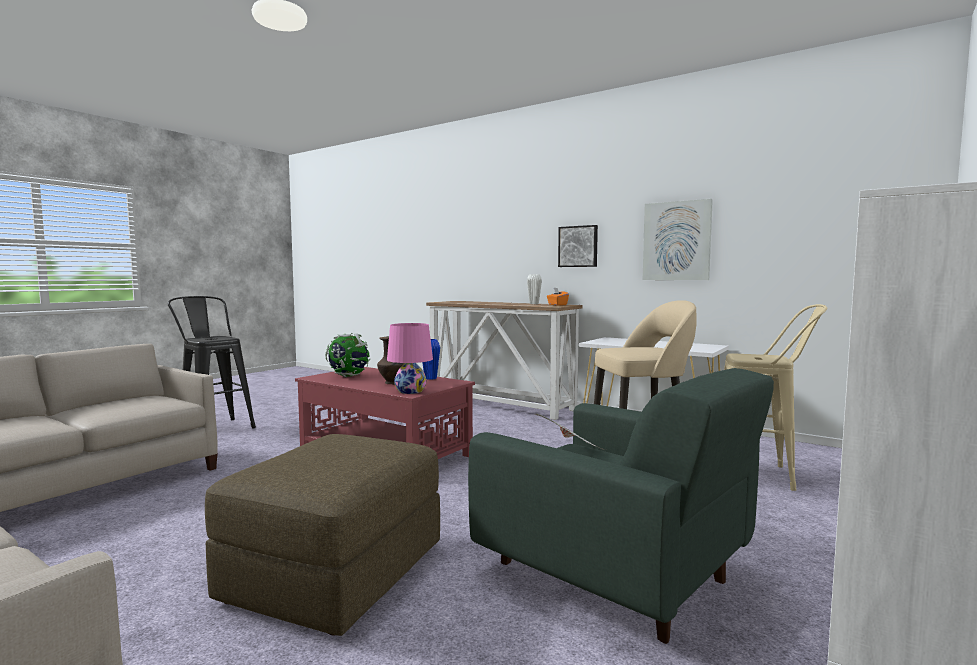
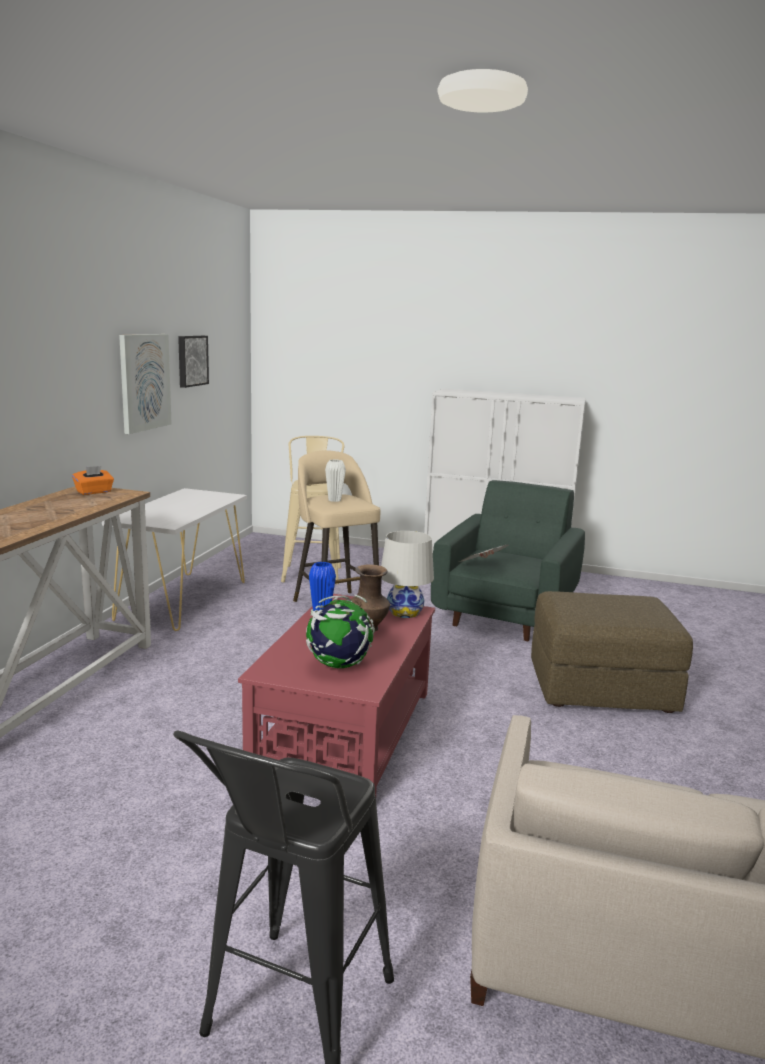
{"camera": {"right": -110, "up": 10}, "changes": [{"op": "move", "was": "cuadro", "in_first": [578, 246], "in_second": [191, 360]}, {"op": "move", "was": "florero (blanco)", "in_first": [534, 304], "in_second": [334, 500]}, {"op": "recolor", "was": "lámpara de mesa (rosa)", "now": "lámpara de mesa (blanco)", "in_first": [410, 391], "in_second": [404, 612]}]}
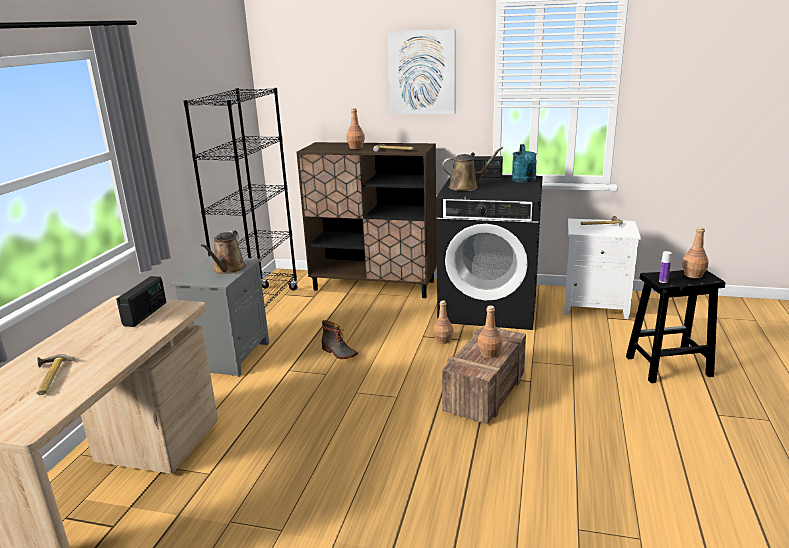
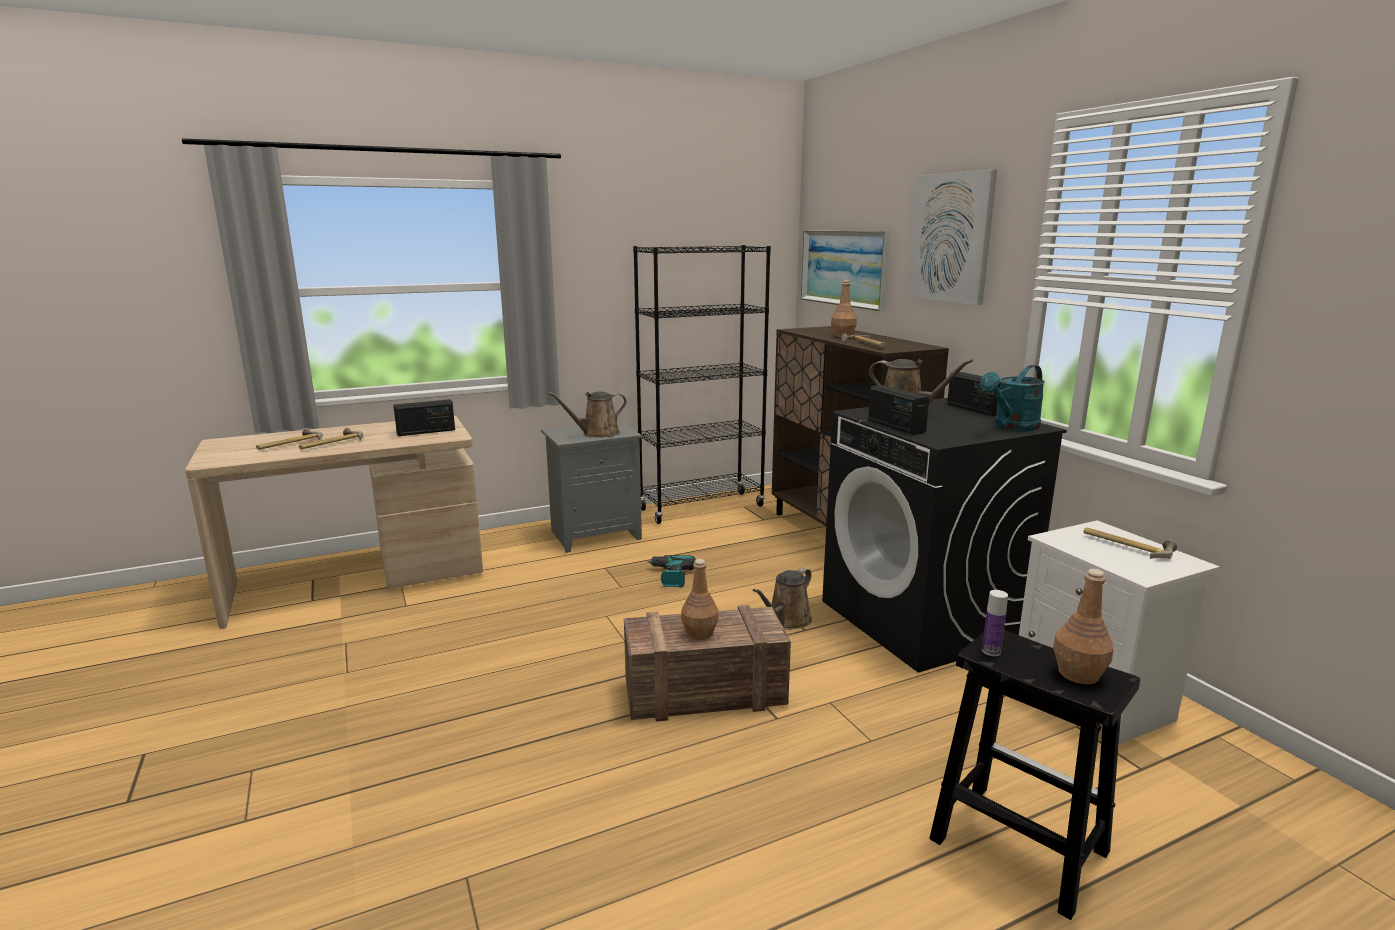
{"camera": {"right": 50, "up": -5}, "changes": [{"op": "insert", "now": "martillo", "in_second": [331, 444]}, {"op": "replace", "was": "bota", "now": "taladro", "in_first": [339, 353], "in_second": [670, 576]}, {"op": "replace", "was": "botella (marrón)", "now": "regadera (marrón)", "in_first": [443, 340], "in_second": [786, 621]}, {"op": "insert", "now": "cuadro", "in_second": [844, 268]}, {"op": "insert", "now": "radio", "in_second": [895, 426]}]}
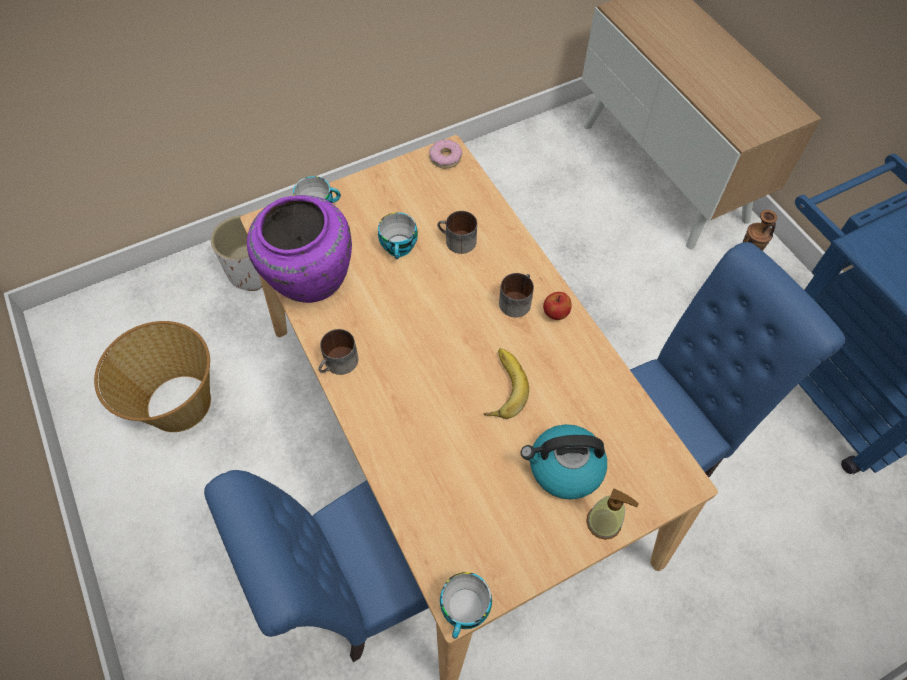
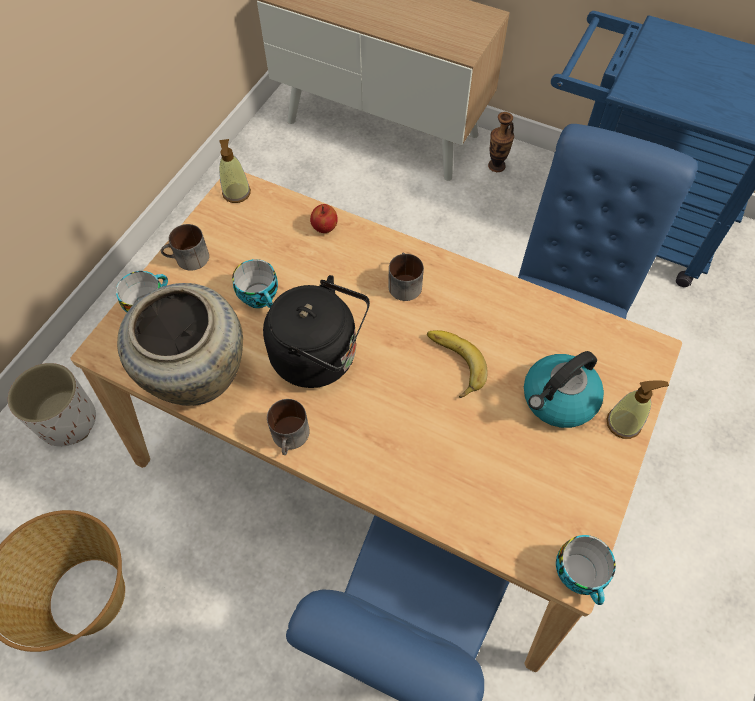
{"camera": {"right": -35, "up": 0}, "changes": [{"op": "recolor", "was": "florero (morado)", "now": "florero (beis)", "in_first": [309, 281], "in_second": [197, 378]}, {"op": "move", "was": "taza grande", "in_first": [456, 241], "in_second": [188, 259]}, {"op": "replace", "was": "rosquilla", "now": "dispensador de jabón", "in_first": [445, 158], "in_second": [236, 193]}, {"op": "insert", "now": "hervidor (negro)", "in_second": [320, 357]}, {"op": "move", "was": "manzana", "in_first": [555, 313], "in_second": [324, 228]}]}
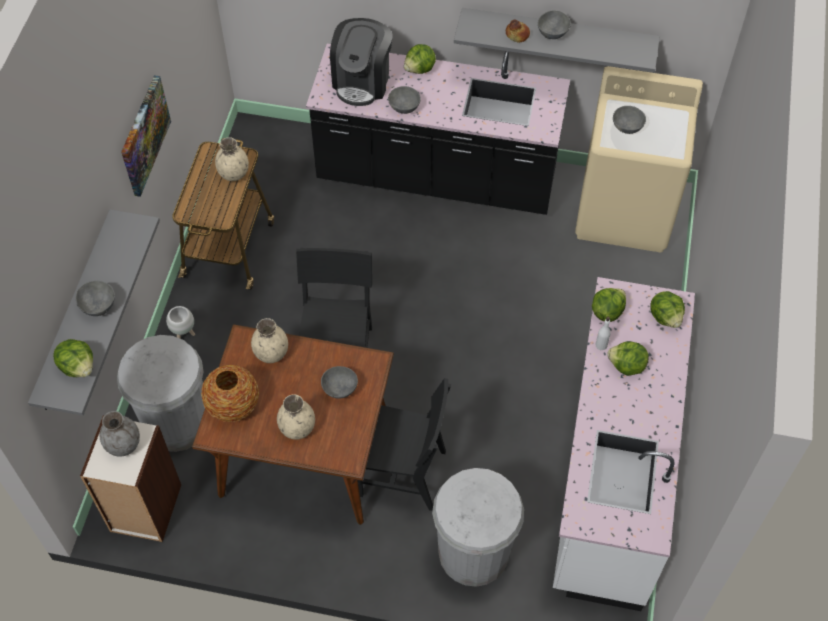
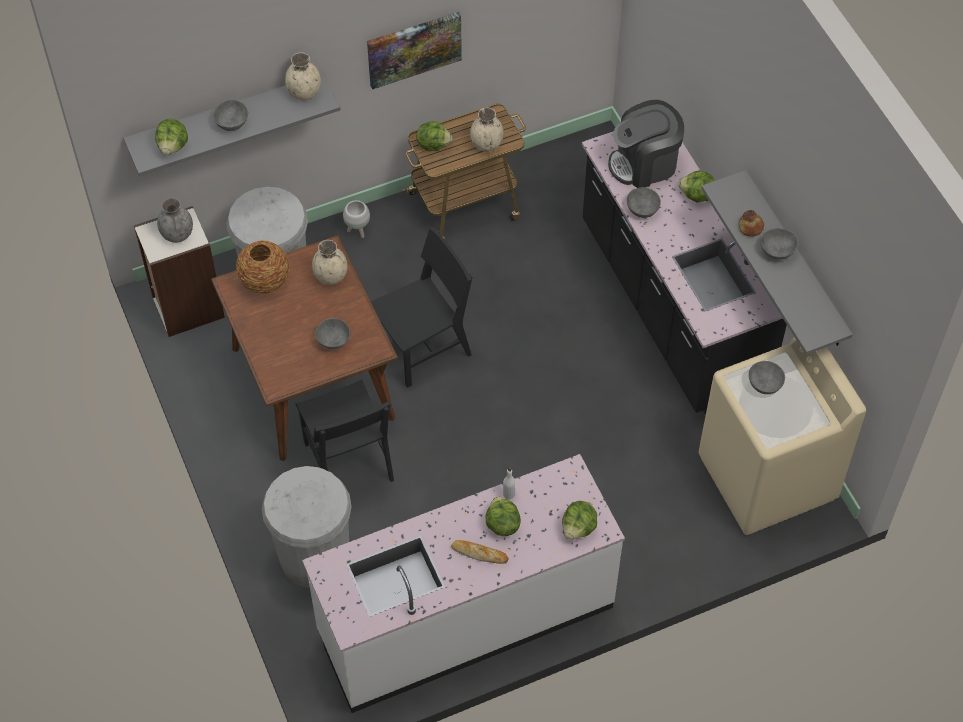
{"camera": {"right": 55, "up": 0}, "changes": [{"op": "move", "was": "florero (beis)", "in_first": [297, 428], "in_second": [304, 92]}, {"op": "move", "was": "lechuga", "in_first": [607, 311], "in_second": [433, 144]}, {"op": "insert", "now": "pan", "in_second": [479, 553]}]}
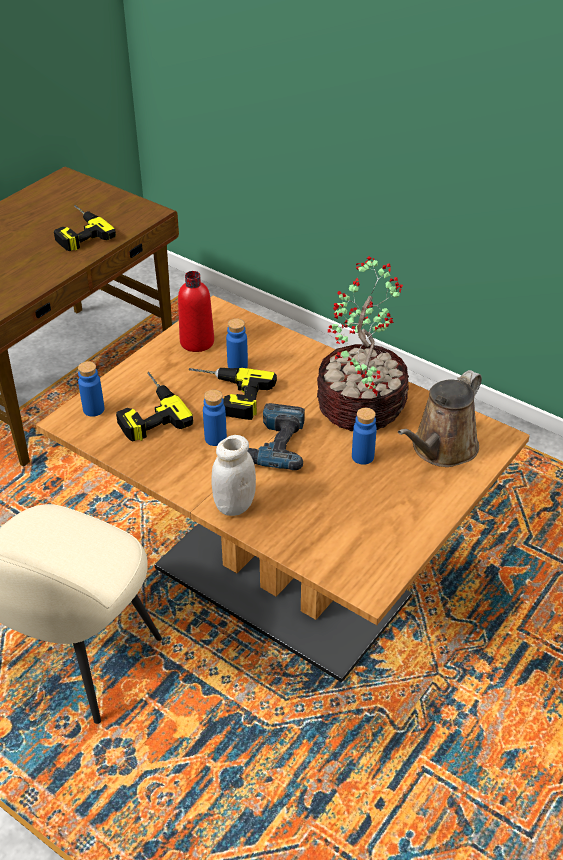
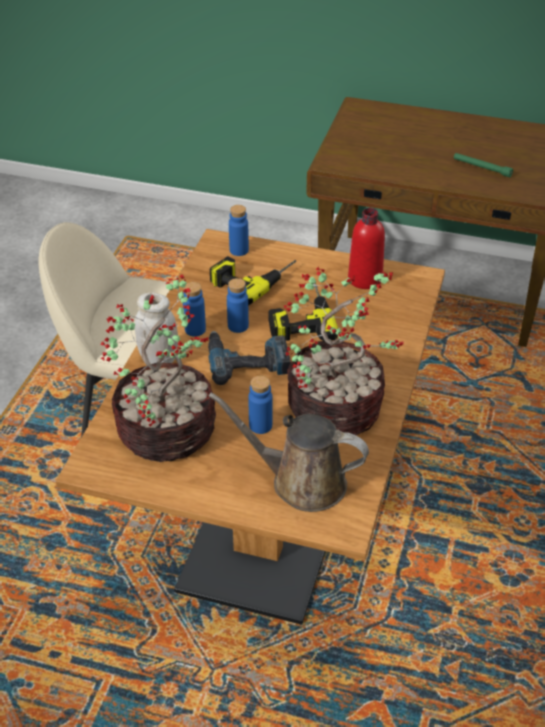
{"camera": {"right": 70, "up": 0}, "changes": [{"op": "insert", "now": "planta en maceta", "in_second": [168, 429]}, {"op": "move", "was": "botella (azul)", "in_first": [237, 365], "in_second": [195, 329]}, {"op": "replace", "was": "taladro", "now": "linterna (verde)", "in_first": [77, 232], "in_second": [482, 168]}]}
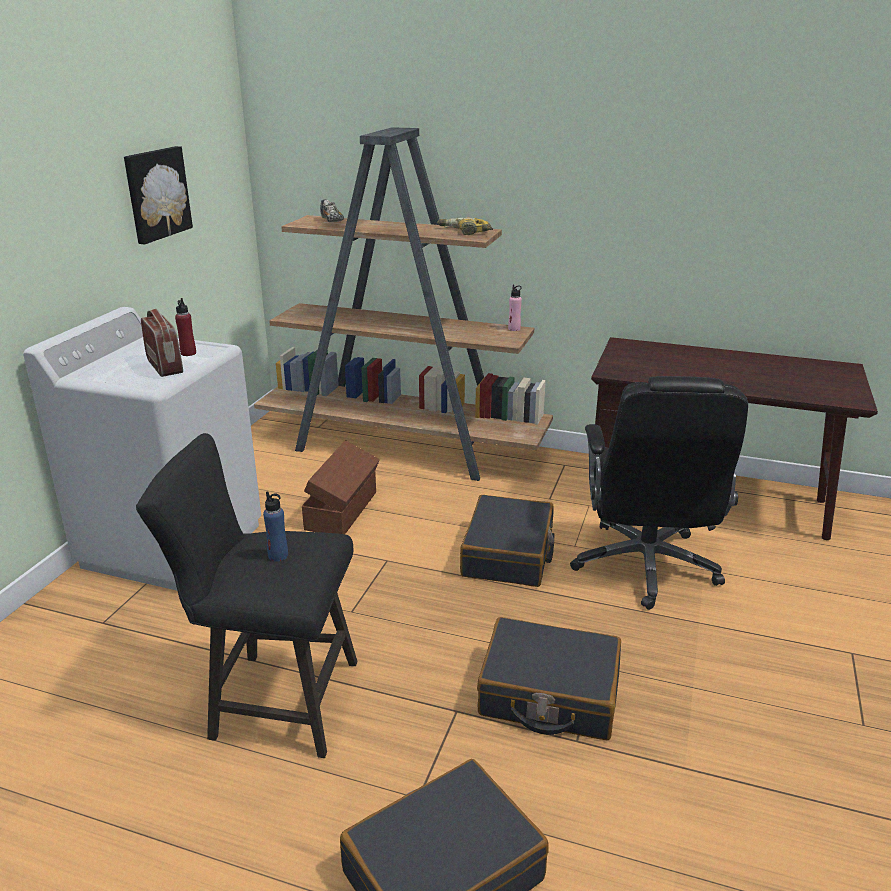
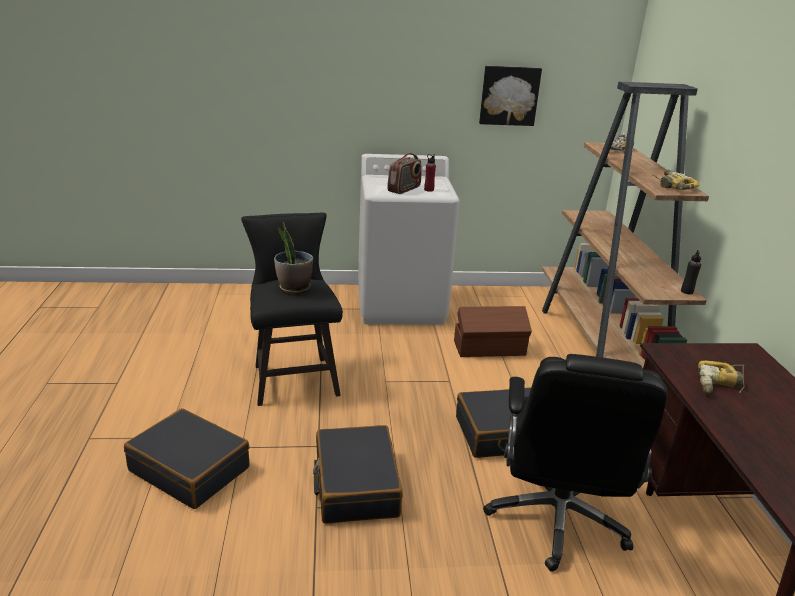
{"camera": {"right": 65, "up": 0}, "changes": [{"op": "replace", "was": "botella (azul)", "now": "planta en maceta", "in_first": [278, 556], "in_second": [294, 288]}, {"op": "rotate", "was": "silla de oficina (negro)", "in_first": [645, 566], "in_second": [557, 518], "clockwise": -60}, {"op": "recolor", "was": "botella (rosa)", "now": "botella (negro)", "in_first": [514, 329], "in_second": [687, 291]}, {"op": "insert", "now": "taladro", "in_second": [720, 384]}]}
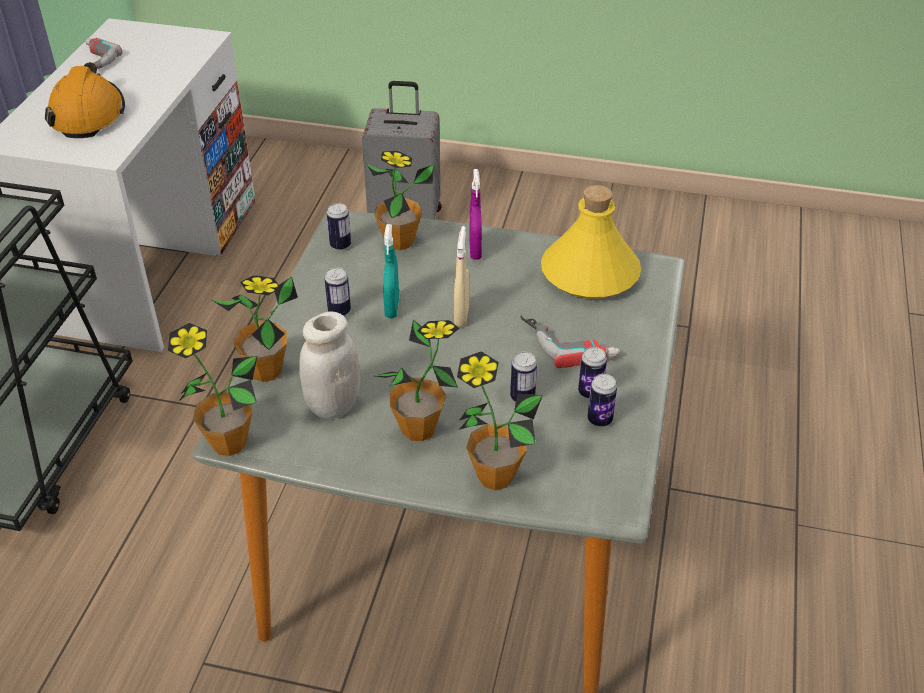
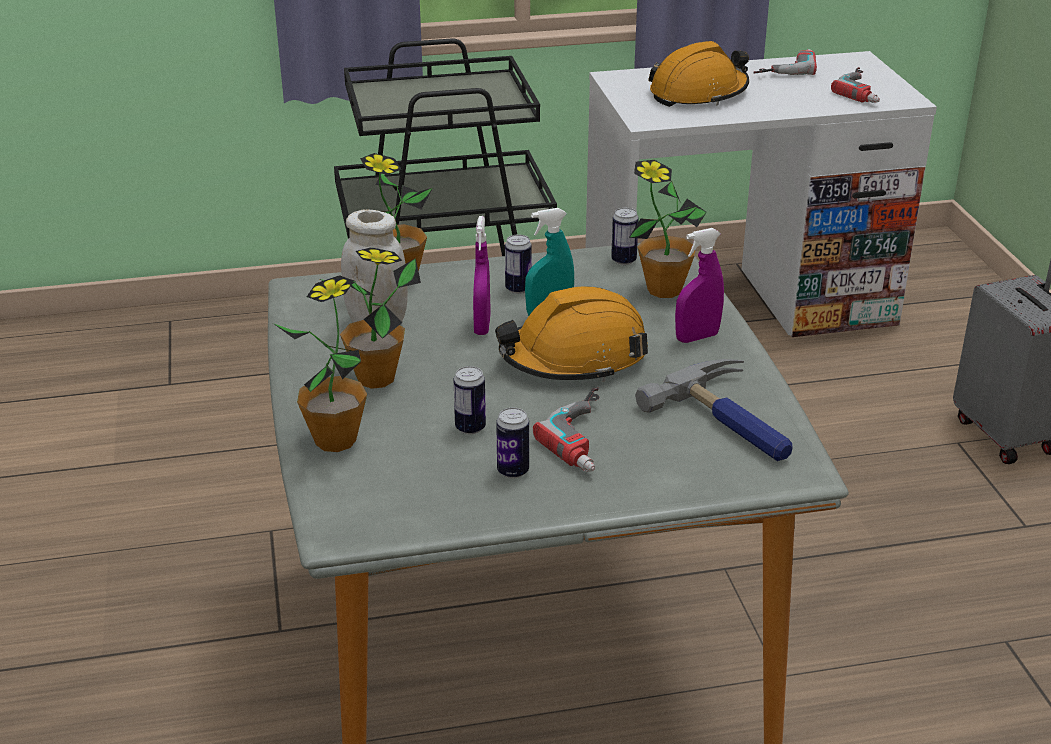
{"camera": {"right": 65, "up": -10}, "changes": [{"op": "insert", "now": "pulverizador (morado)", "in_second": [482, 326]}, {"op": "replace", "was": "pulverizador (beis)", "now": "casco (naranja)", "in_first": [461, 315], "in_second": [574, 357]}, {"op": "replace", "was": "botella (amarillo)", "now": "martillo", "in_first": [589, 273], "in_second": [733, 422]}, {"op": "insert", "now": "taladro", "in_second": [866, 90]}, {"op": "delete", "was": "planta en maceta", "in_first": [228, 443]}, {"op": "delete", "was": "lata", "in_first": [599, 420]}]}
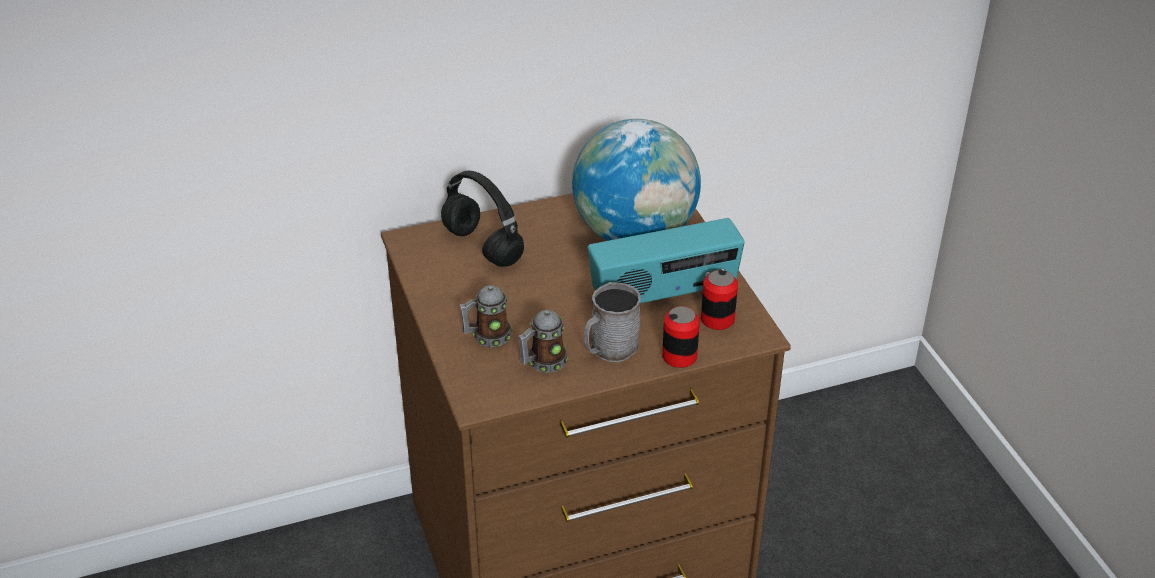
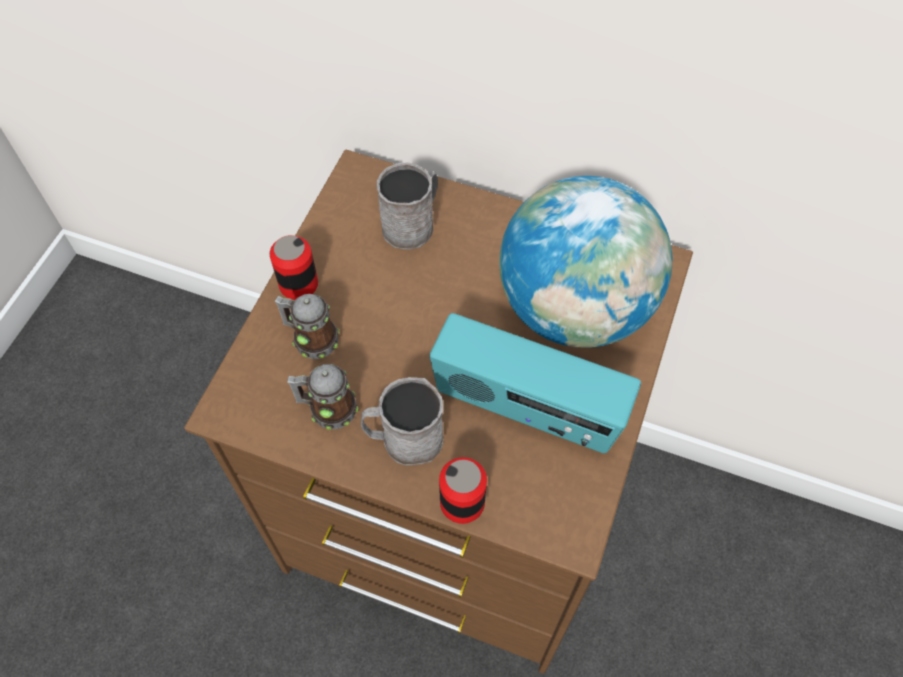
{"camera": {"right": 40, "up": 20}, "changes": [{"op": "move", "was": "lata", "in_first": [717, 319], "in_second": [298, 284]}, {"op": "replace", "was": "auriculares (negro)", "now": "taza grande (gris)", "in_first": [481, 246], "in_second": [413, 224]}]}
